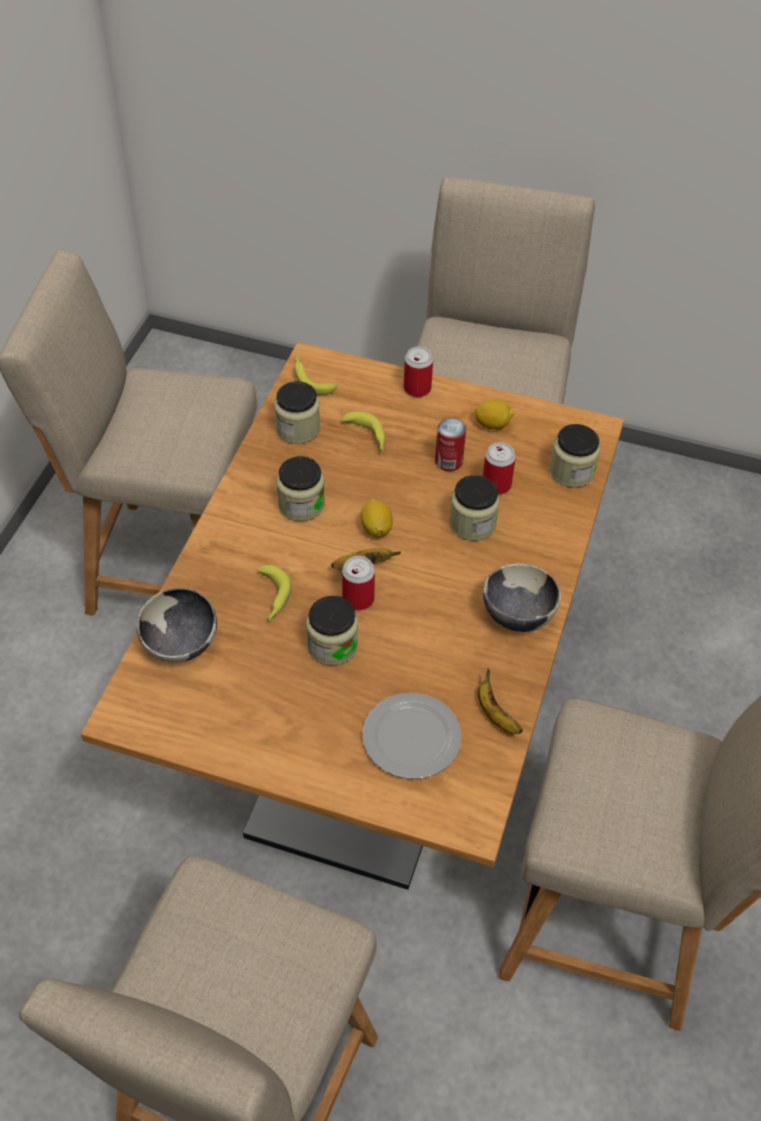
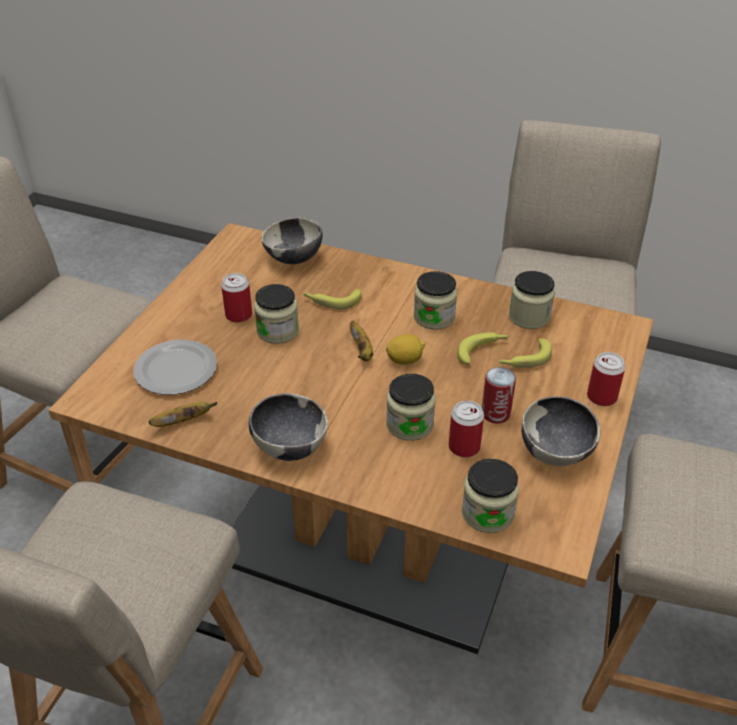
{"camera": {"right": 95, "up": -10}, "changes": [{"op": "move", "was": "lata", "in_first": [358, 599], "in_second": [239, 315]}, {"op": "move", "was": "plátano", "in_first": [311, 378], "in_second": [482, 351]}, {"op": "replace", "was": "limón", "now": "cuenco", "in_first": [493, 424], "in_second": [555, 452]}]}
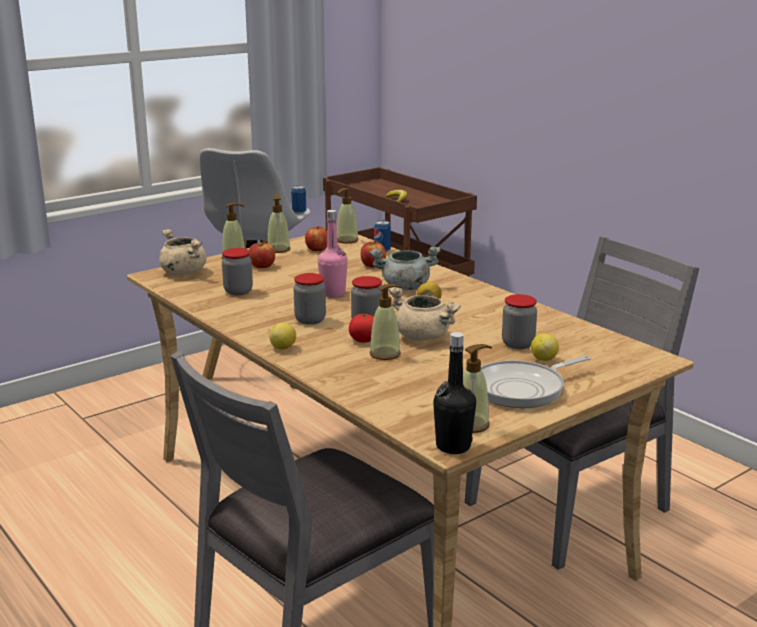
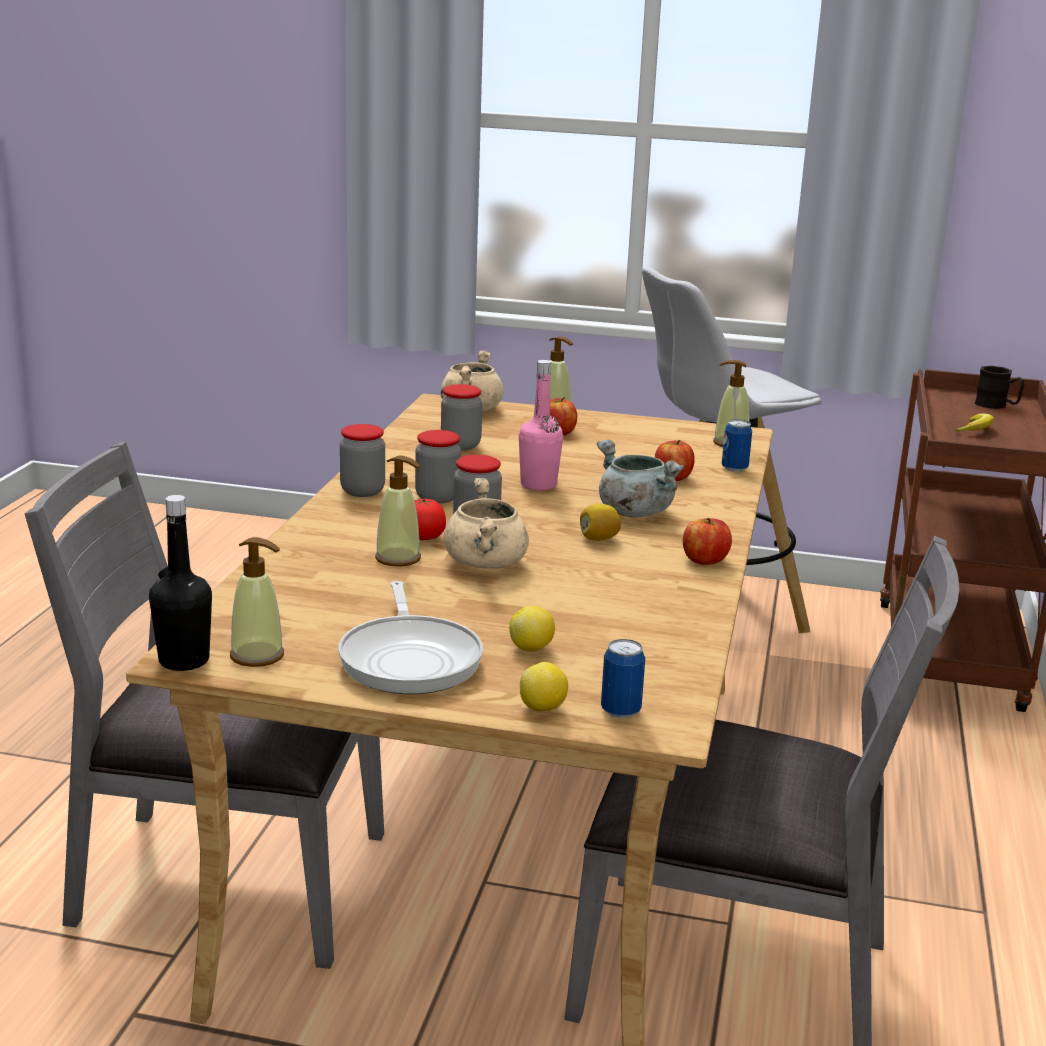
{"camera": {"right": 50, "up": 0}, "changes": [{"op": "rotate", "was": "sartén", "in_first": [523, 389], "in_second": [410, 659], "clockwise": -120}, {"op": "move", "was": "tarro", "in_first": [518, 344], "in_second": [362, 491]}, {"op": "move", "was": "limón", "in_first": [283, 348], "in_second": [543, 708]}, {"op": "move", "was": "lata", "in_first": [299, 212], "in_second": [620, 711]}, {"op": "move", "was": "manzana", "in_first": [317, 249], "in_second": [705, 560]}, {"op": "insert", "now": "taza grande (negro)", "in_second": [997, 405]}, {"op": "delete", "was": "dispensador de jabón", "in_first": [278, 249]}]}
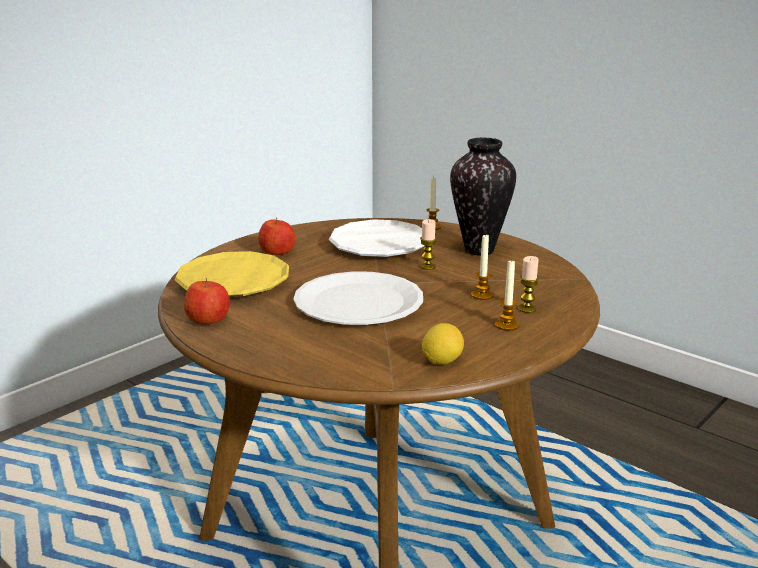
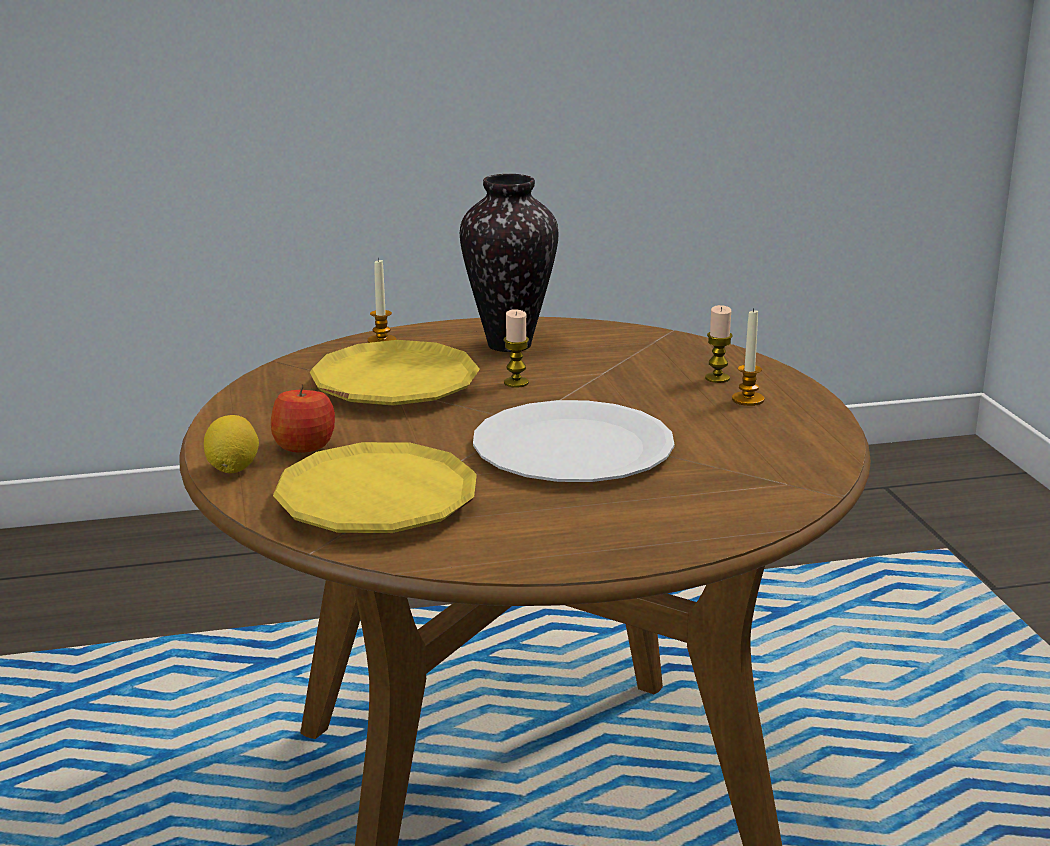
{"camera": {"right": -55, "up": 0}, "changes": [{"op": "move", "was": "limón", "in_first": [442, 361], "in_second": [232, 469]}, {"op": "recolor", "was": "plato (blanco)", "now": "plato (amarillo)", "in_first": [379, 246], "in_second": [395, 385]}, {"op": "delete", "was": "manzana", "in_first": [209, 319]}, {"op": "delete", "was": "vela", "in_first": [482, 295]}]}
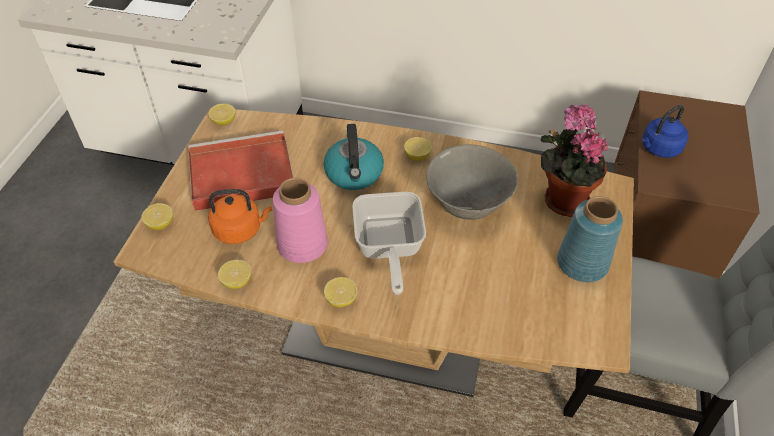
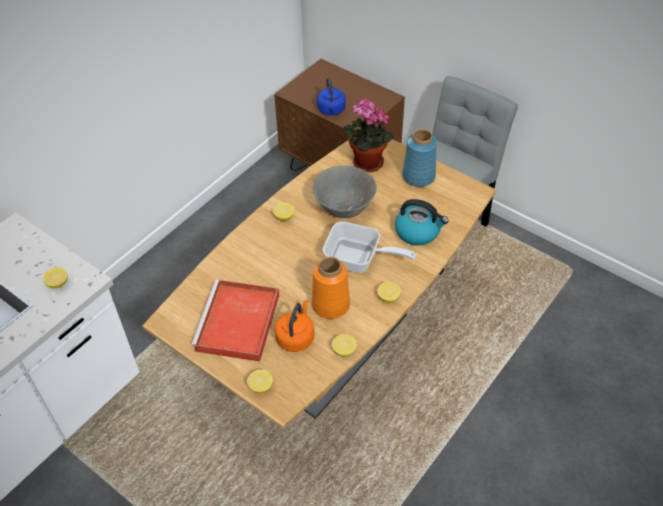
{"camera": {"right": -65, "up": 0}, "changes": [{"op": "move", "was": "limón", "in_first": [224, 121], "in_second": [58, 283]}, {"op": "recolor", "was": "florero (rosa)", "now": "florero (naranja)", "in_first": [302, 245], "in_second": [331, 305]}, {"op": "move", "was": "hervidor", "in_first": [354, 174], "in_second": [418, 232]}]}
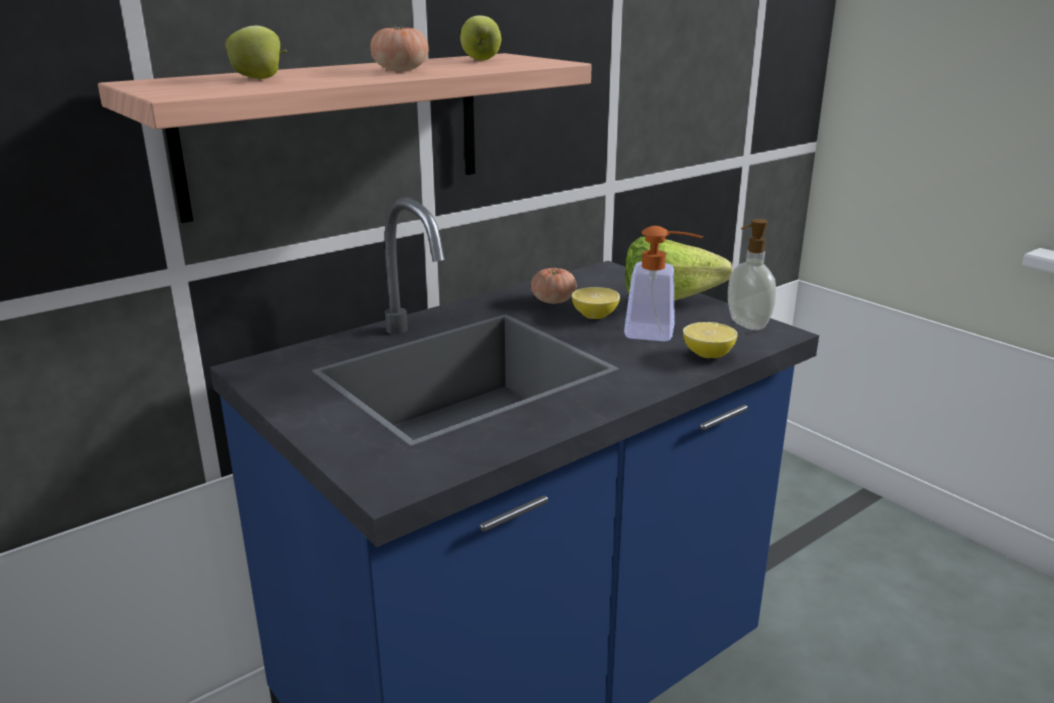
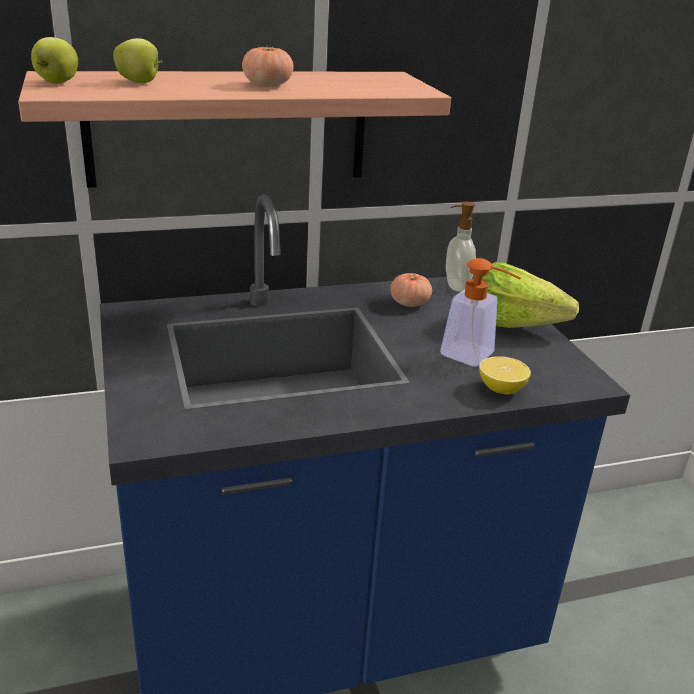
{"camera": {"right": 20, "up": 5}, "changes": [{"op": "move", "was": "manzana", "in_first": [481, 60], "in_second": [57, 83]}, {"op": "move", "was": "dispensador de jabón", "in_first": [746, 325], "in_second": [455, 286]}, {"op": "delete", "was": "limón", "in_first": [595, 316]}]}
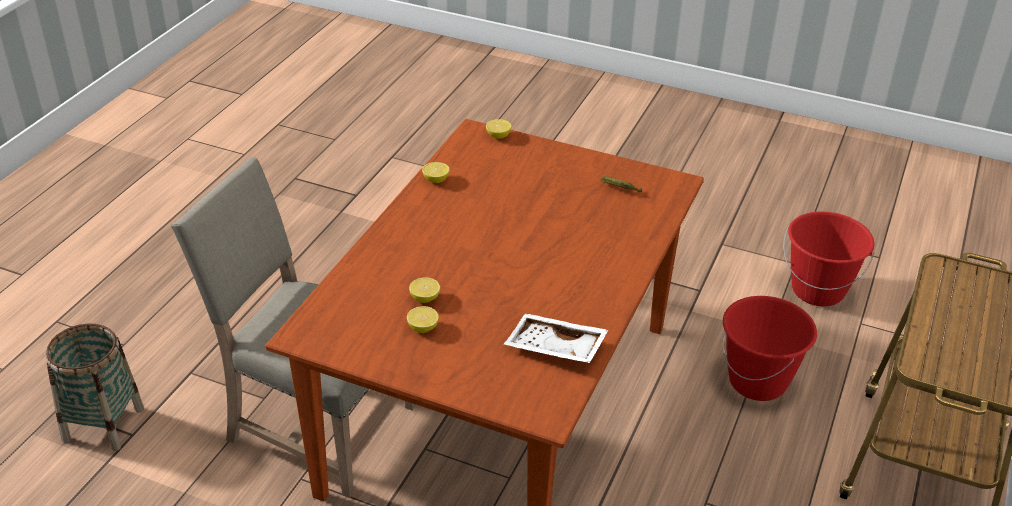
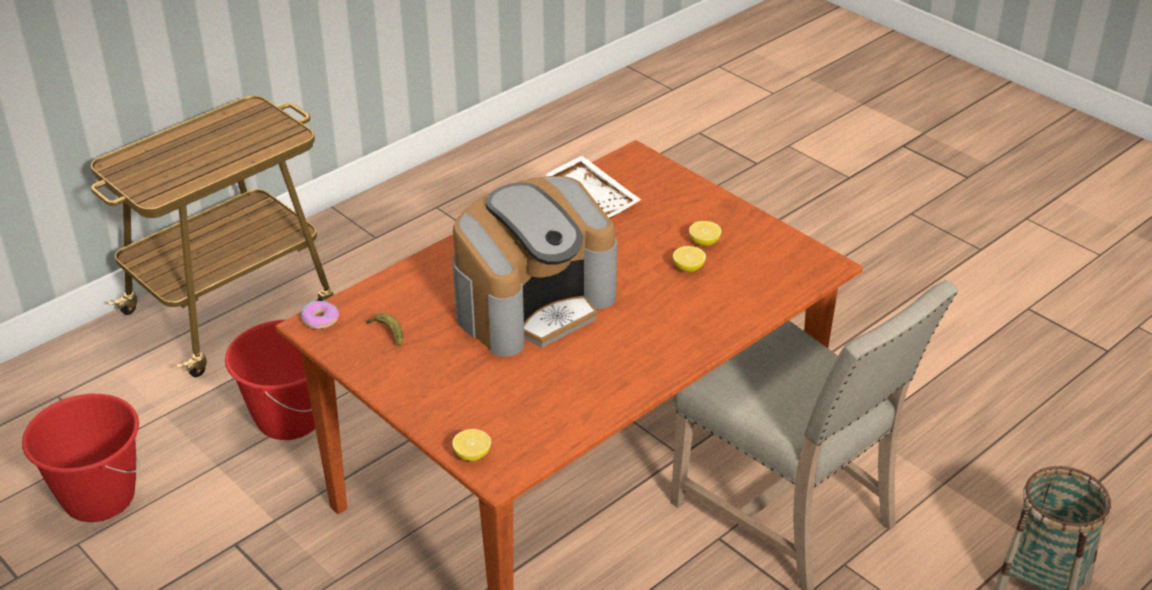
{"camera": {"right": -155, "up": 0}, "changes": [{"op": "insert", "now": "rosquilla", "in_second": [320, 319]}, {"op": "insert", "now": "cafetera", "in_second": [534, 304]}, {"op": "delete", "was": "limón", "in_first": [436, 180]}]}
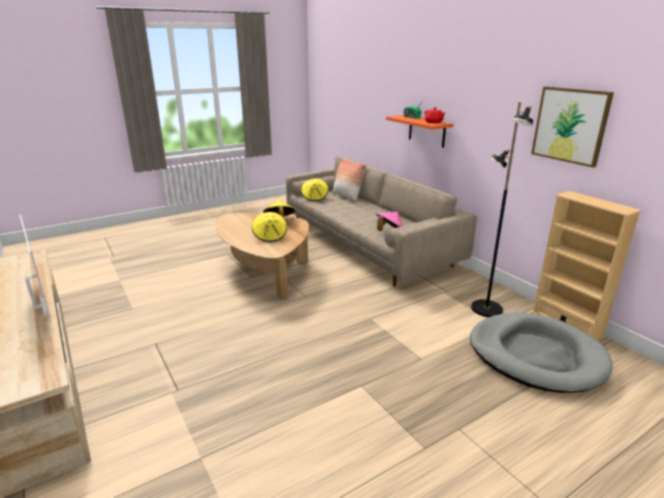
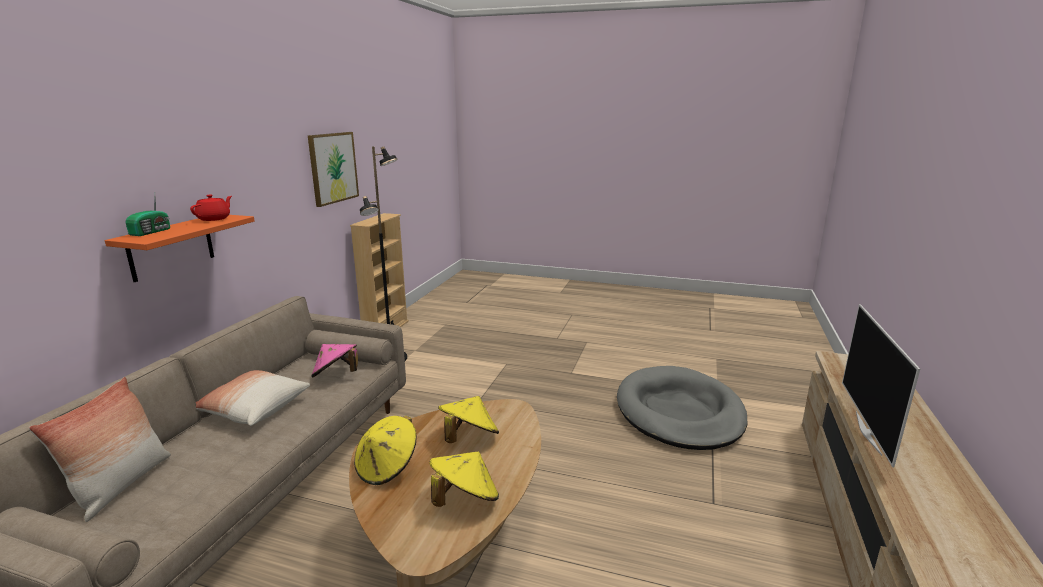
{"camera": {"right": -130, "up": -5}, "changes": [{"op": "insert", "now": "cojín", "in_second": [253, 409]}, {"op": "move", "was": "sombrero (amarillo)", "in_first": [315, 198], "in_second": [464, 499]}, {"op": "move", "was": "cama para perro (gris)", "in_first": [535, 355], "in_second": [679, 412]}]}
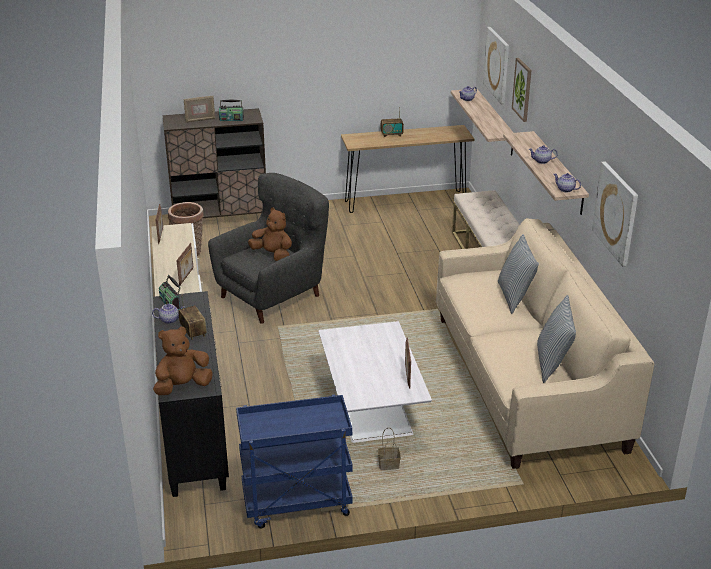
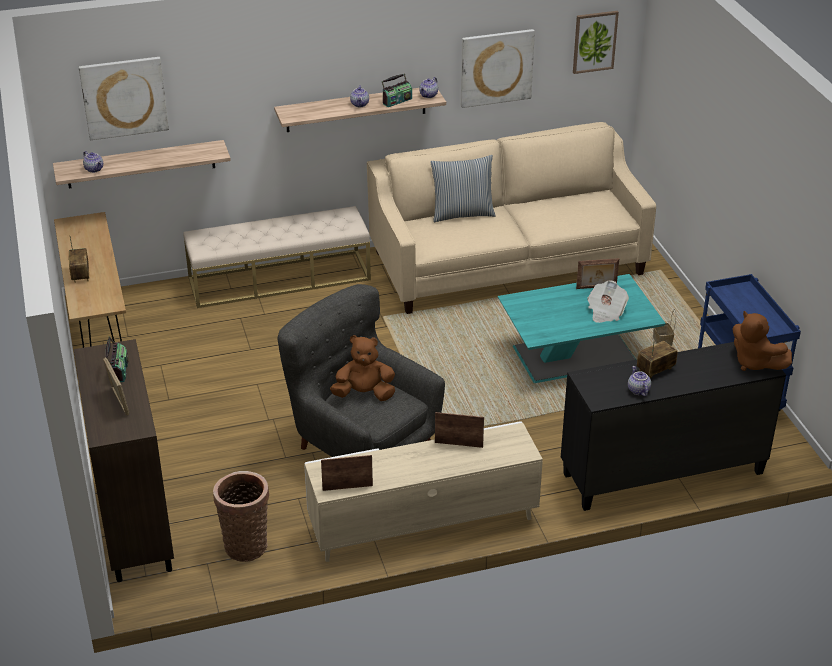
{"camera": {"right": -95, "up": 5}, "changes": [{"op": "rotate", "was": "peluche (marrón)", "in_first": [273, 255], "in_second": [364, 394], "clockwise": 60}, {"op": "move", "was": "radio", "in_first": [171, 303], "in_second": [397, 101]}, {"op": "recolor", "was": "mesa de centro (blanco)", "now": "mesa de centro (turquesa)", "in_first": [372, 407], "in_second": [577, 354]}, {"op": "move", "was": "cuadro", "in_first": [522, 89], "in_second": [594, 41]}, {"op": "insert", "now": "periódico", "in_second": [605, 312]}, {"op": "delete", "was": "cojín", "in_first": [552, 363]}]}
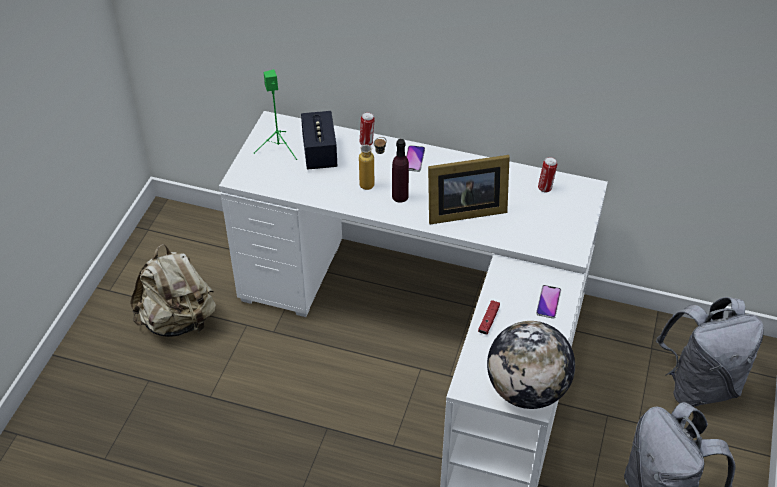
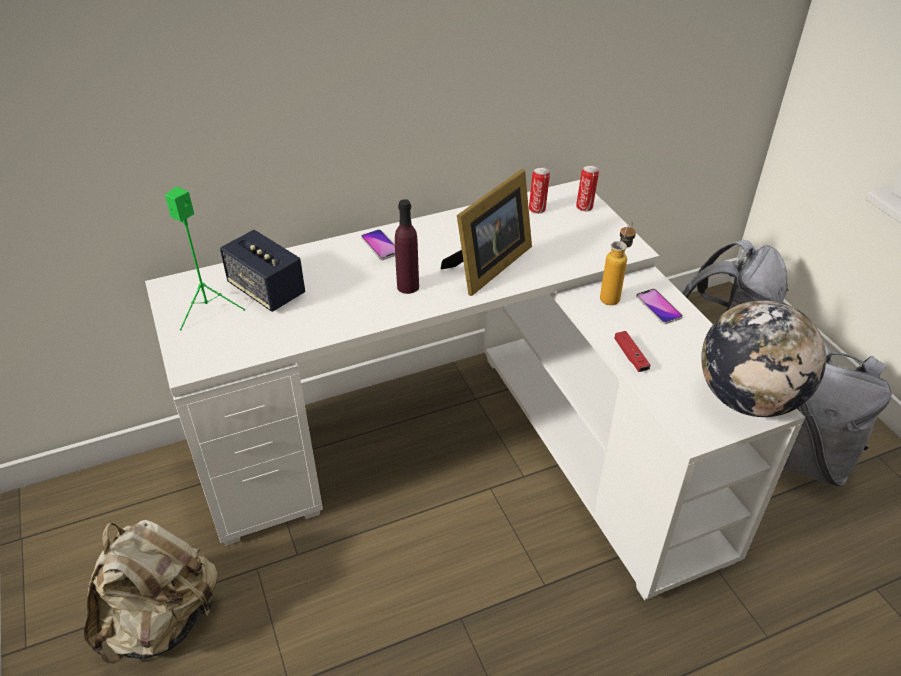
{"camera": {"right": -40, "up": -5}, "changes": [{"op": "move", "was": "lata", "in_first": [367, 142], "in_second": [585, 207]}, {"op": "move", "was": "botella", "in_first": [373, 184], "in_second": [613, 295]}]}
